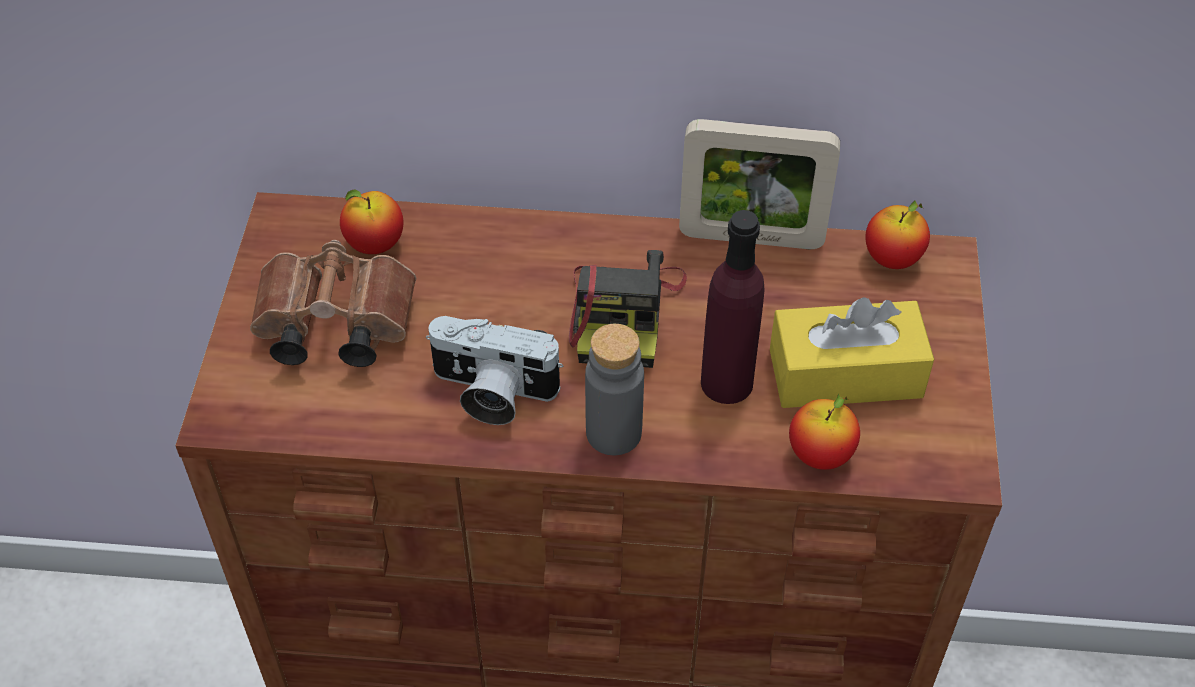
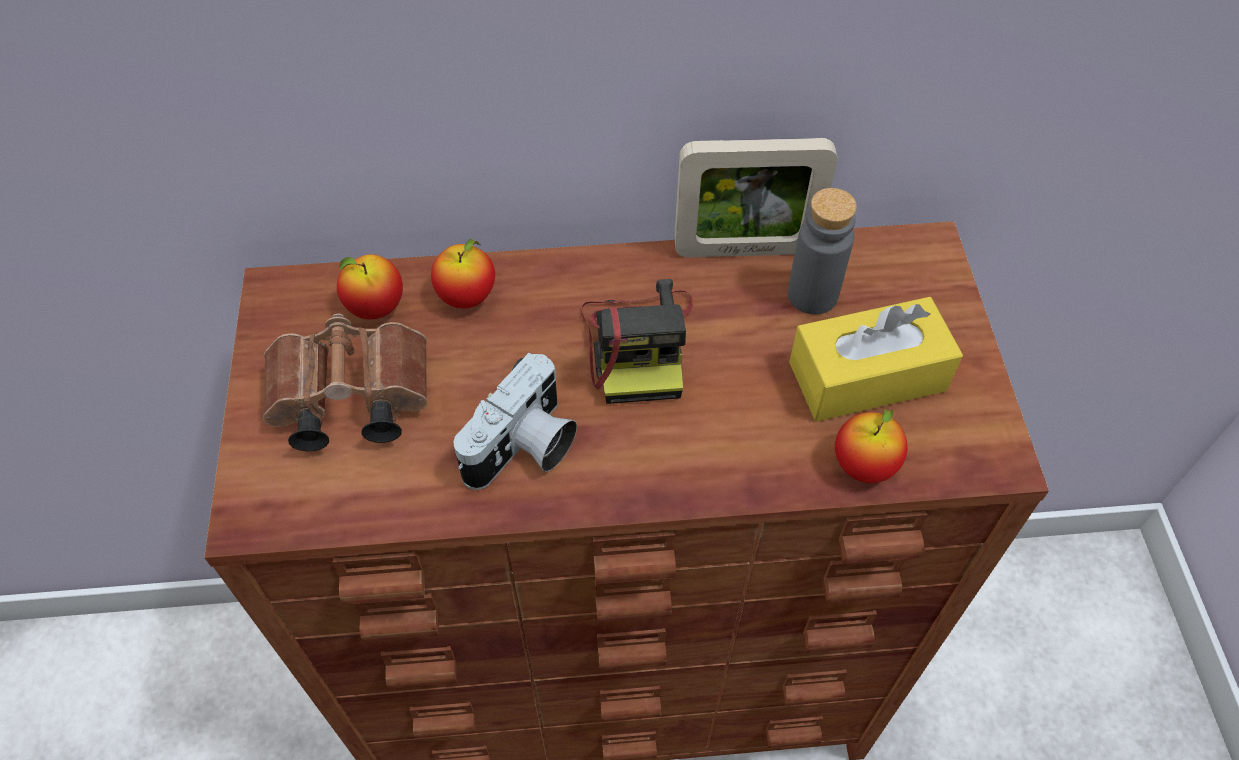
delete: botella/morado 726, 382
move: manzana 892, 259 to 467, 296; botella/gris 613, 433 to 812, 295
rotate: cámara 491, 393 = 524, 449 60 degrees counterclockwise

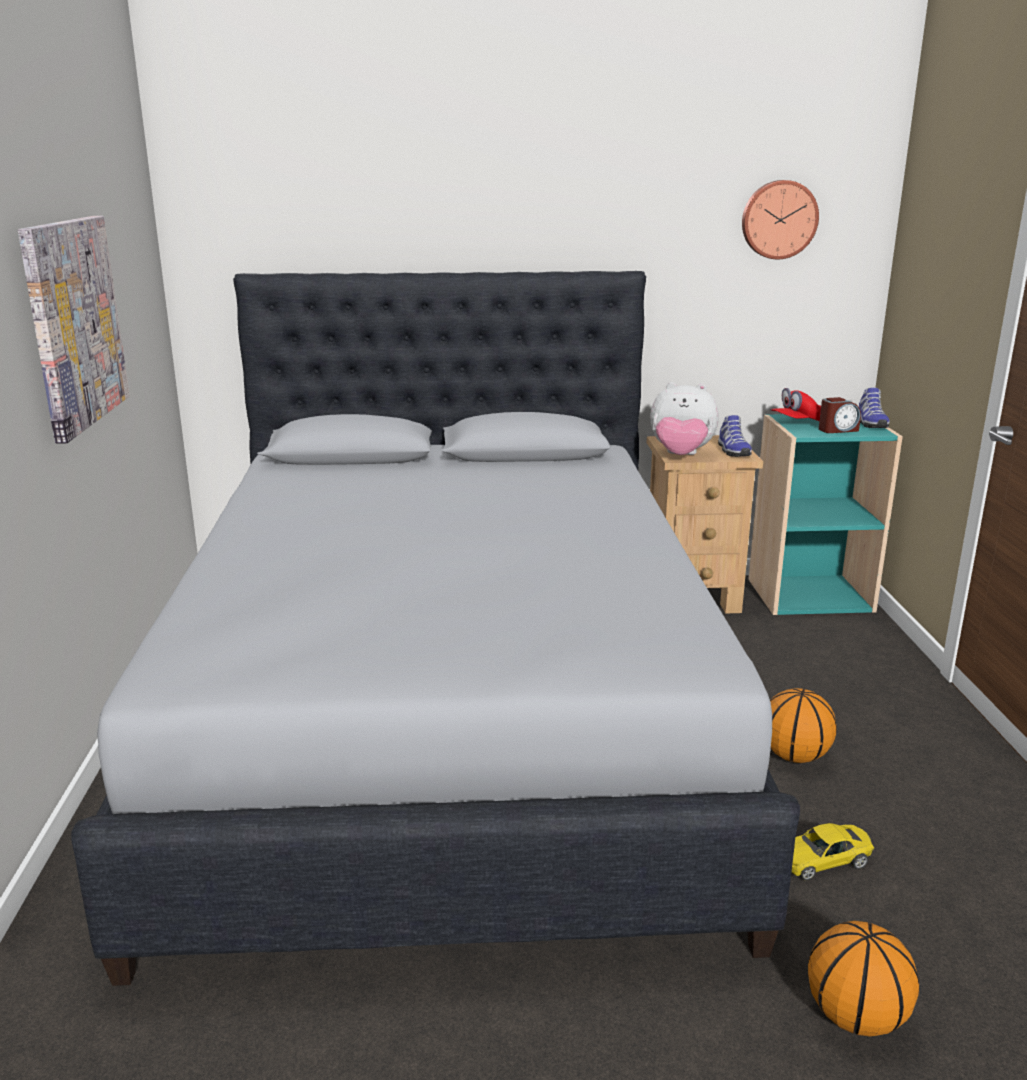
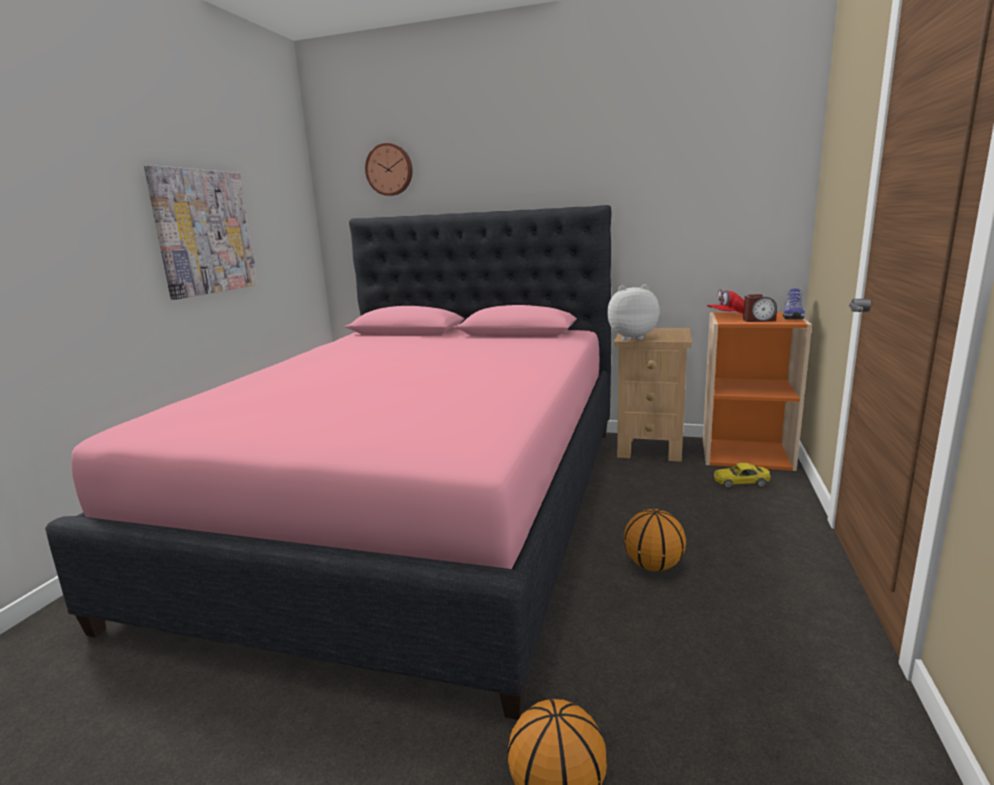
delete: zapato 732, 451
move: reloj de pared 778, 219 to 390, 169; coche de juguete/amarillo 822, 860 to 741, 482
recolor: cama/gris 449, 718 to cama/rosa 420, 506; estantería/turquesa 811, 594 to estantería/naranja 747, 454
rotate: peluche 681, 455 = 631, 338 150 degrees clockwise

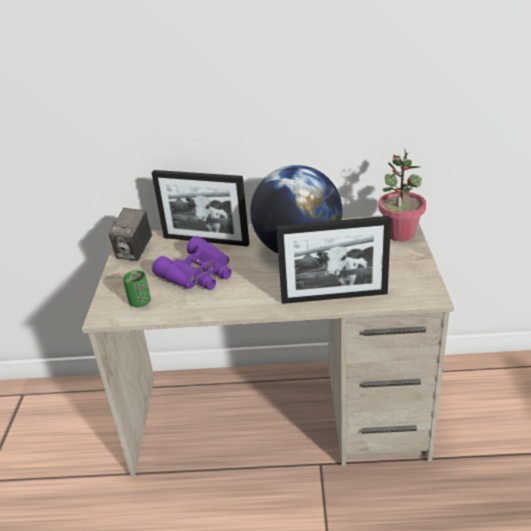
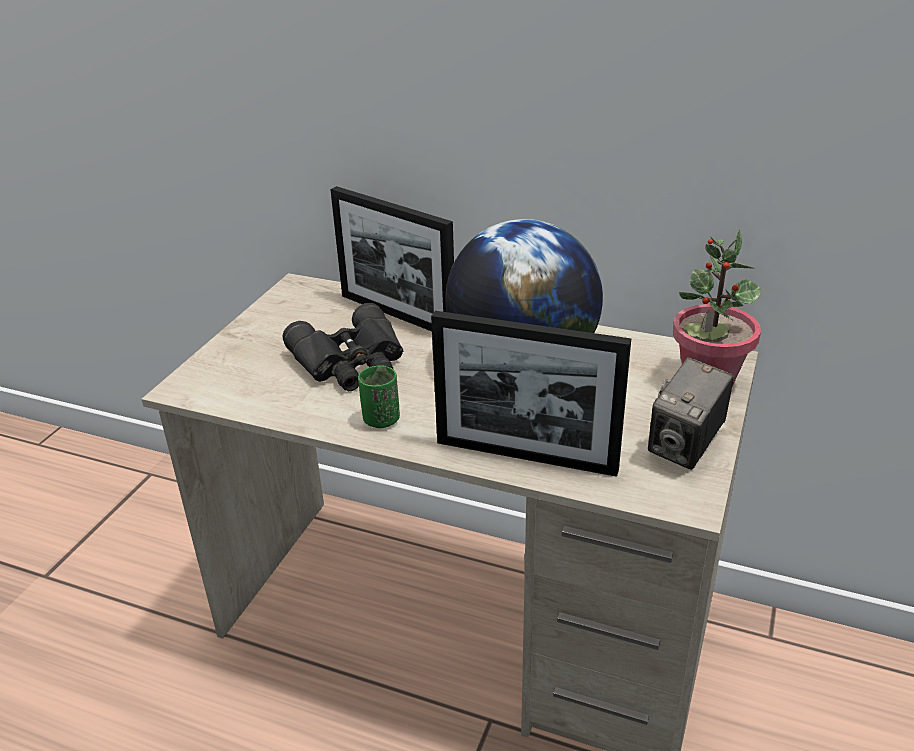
move: cámara 135, 252 to 685, 447; taza/verde 140, 302 to 381, 420
recolor: prismáticos/morado 199, 274 to prismáticos/negro 351, 362

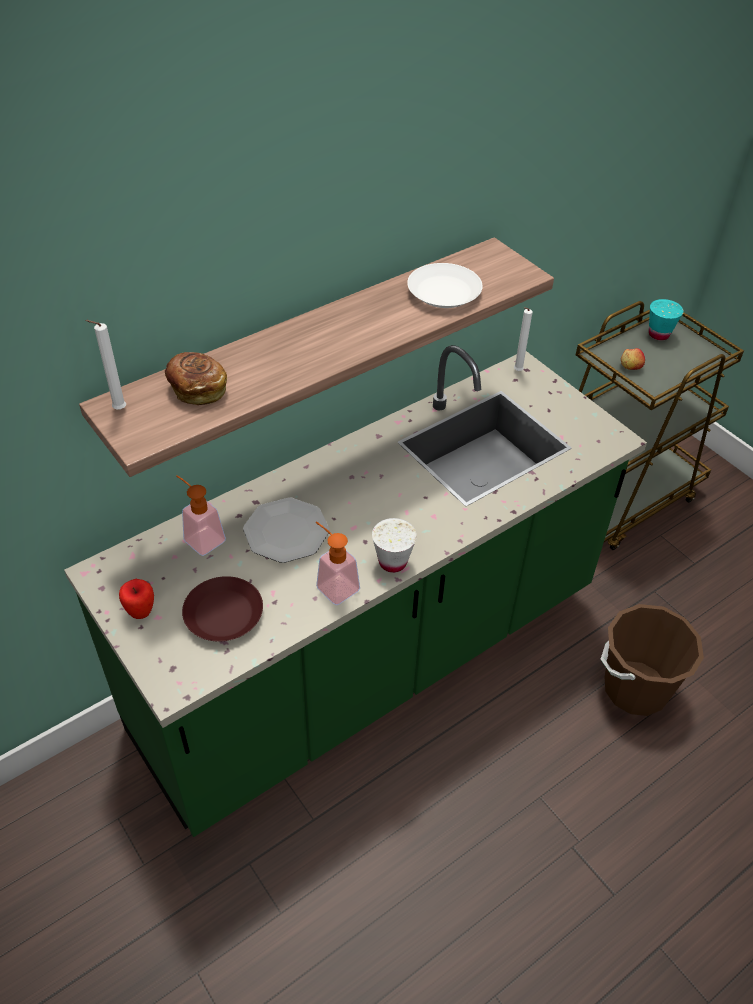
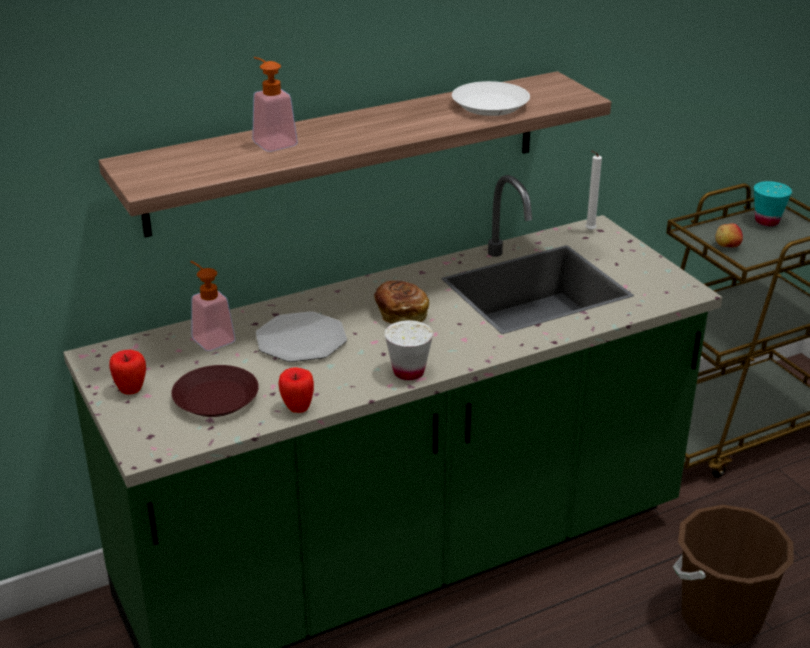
delete: vela/blanco 117, 410
insert: manzana 297, 408
move: pan 197, 389 to 401, 314; dispensador de jabón 333, 584 to 271, 141

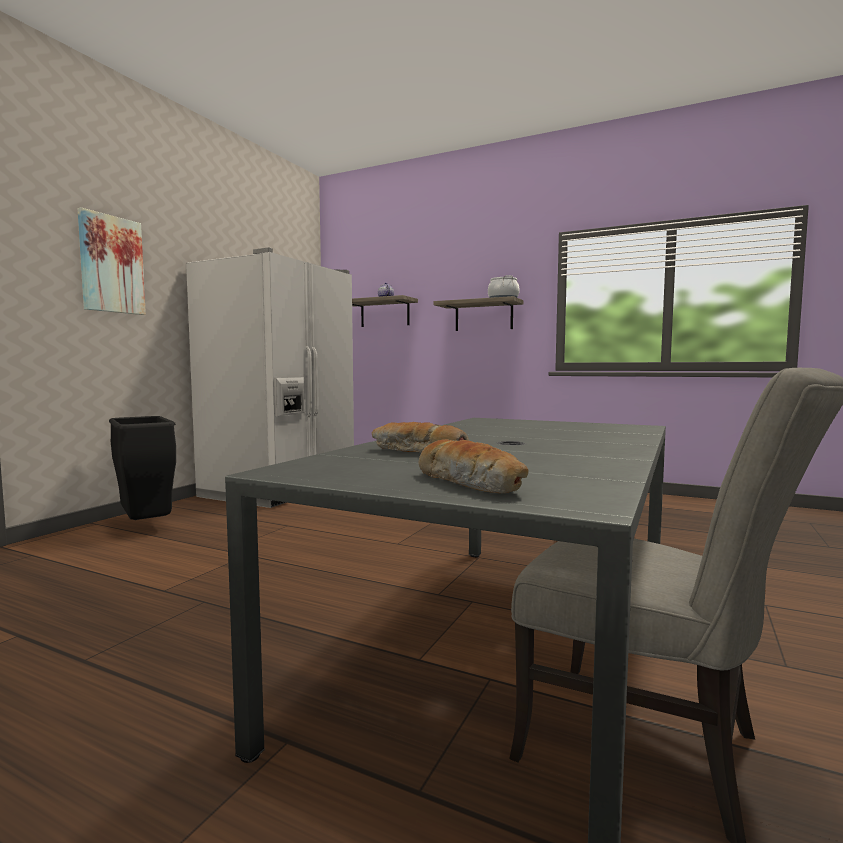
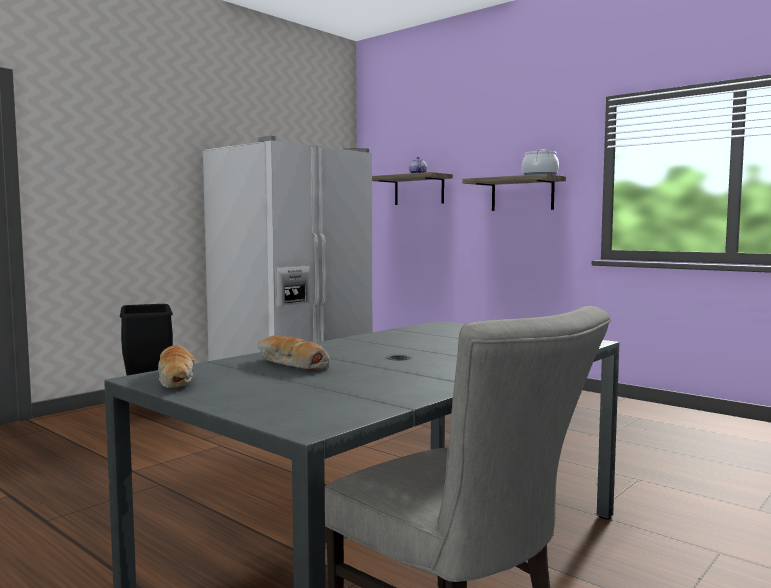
delete: cuadro 111, 264
move: pan 470, 483 to 177, 379

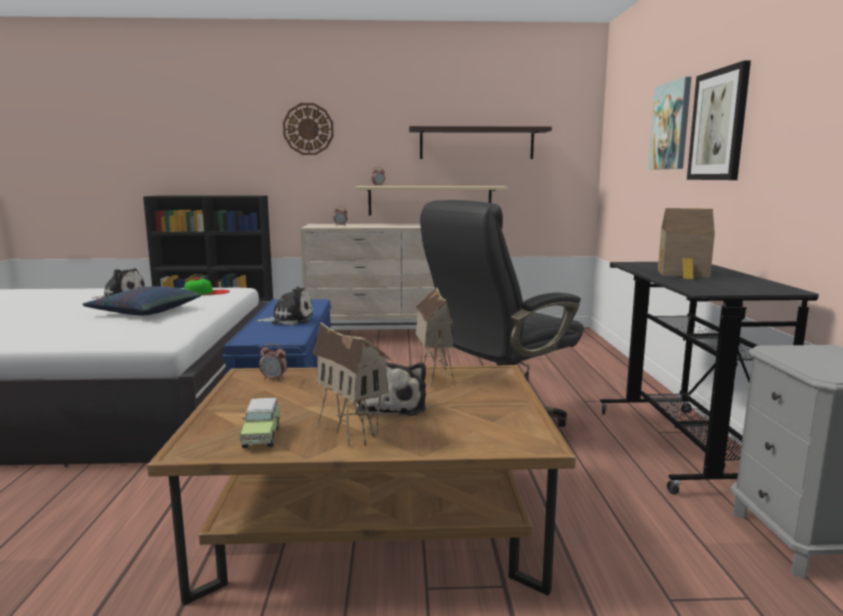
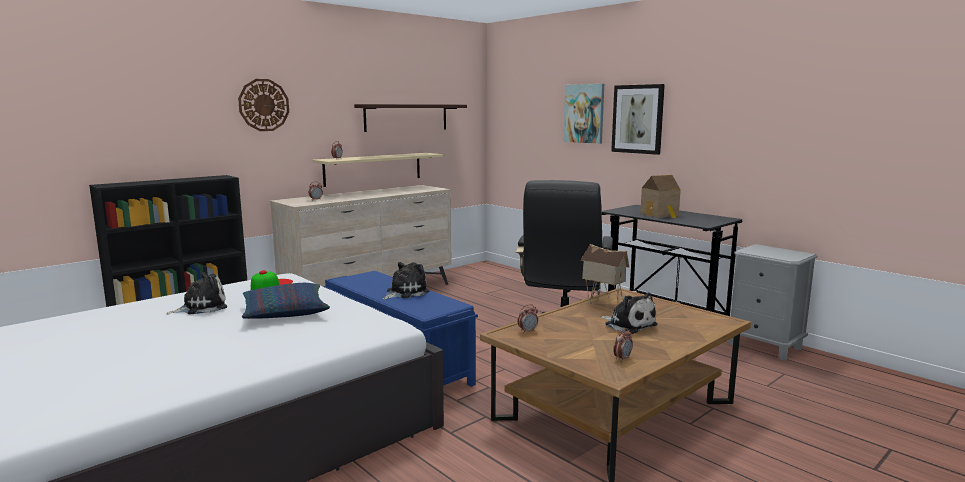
delete: casita 352, 433
replace: coche de juguete 262, 436 to despertador 622, 358

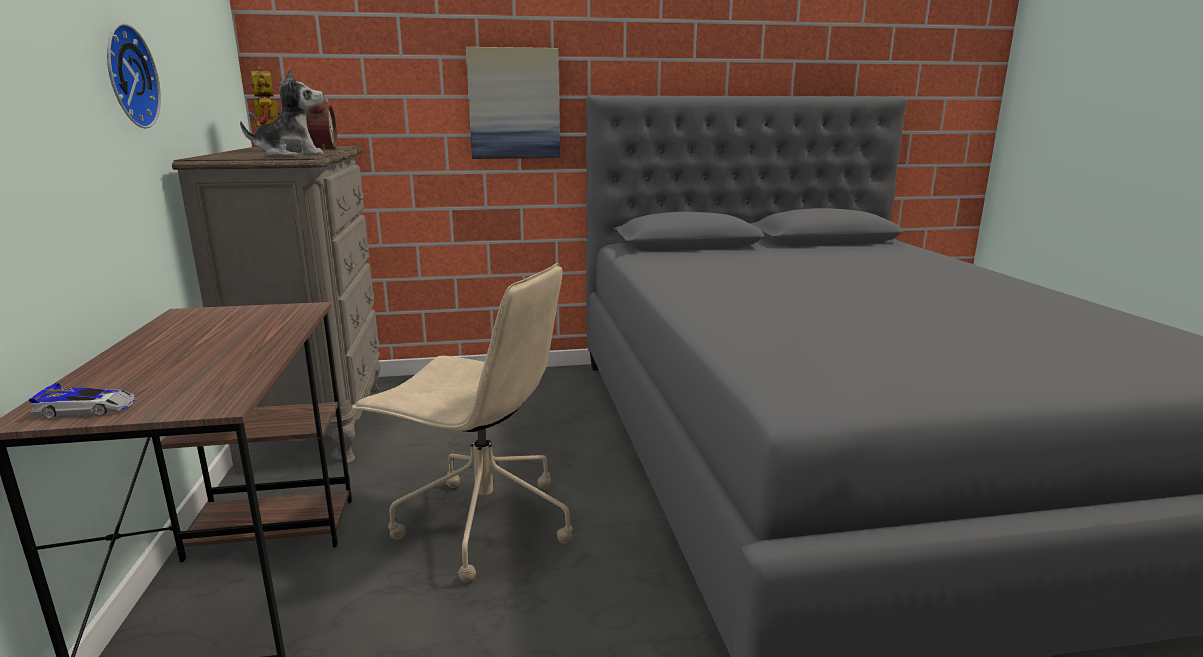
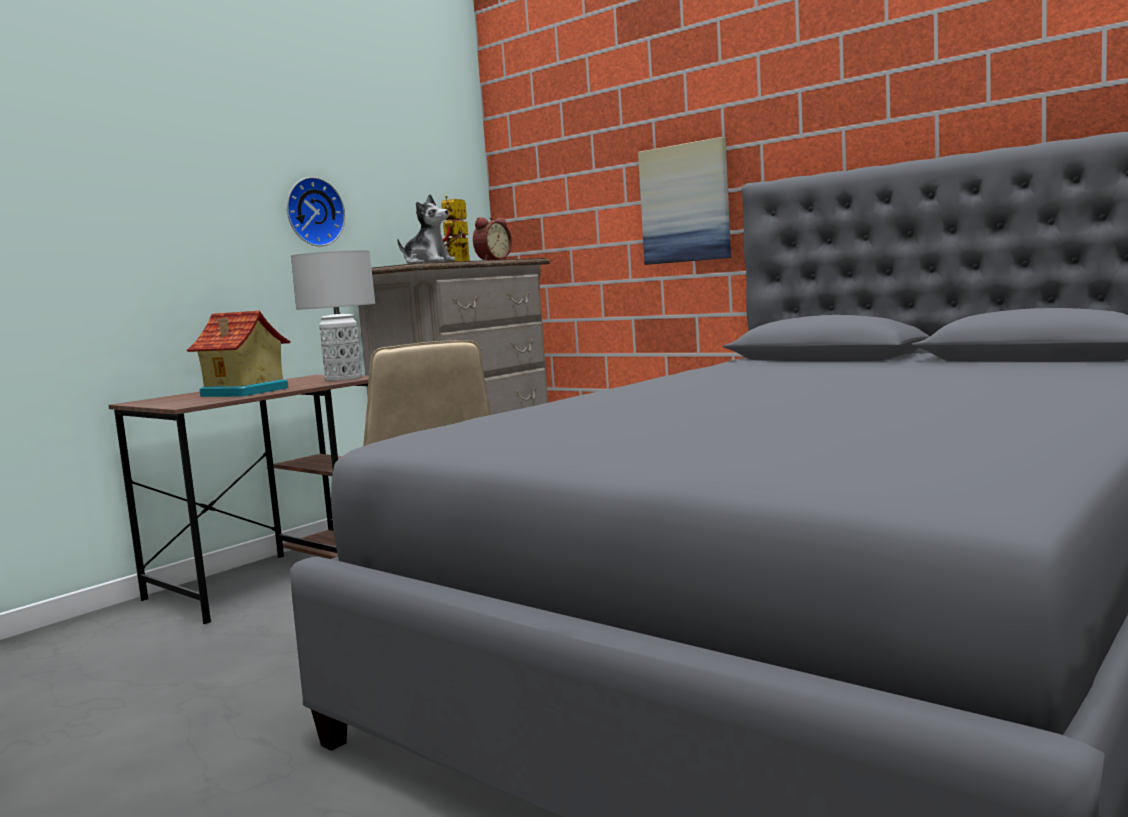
delete: coche de juguete 88, 409
insert: lámpara de mesa/blanco 343, 378; casita 243, 392

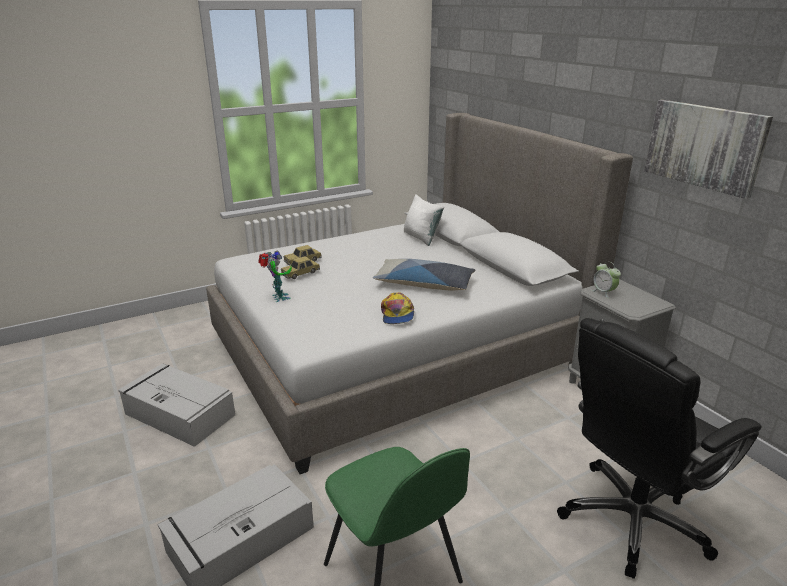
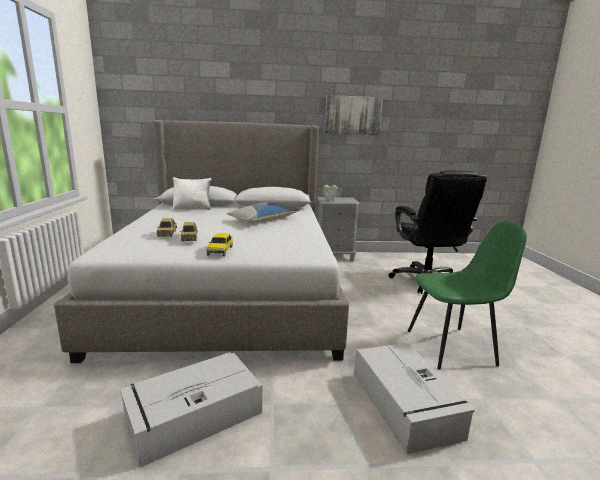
delete: gorra 397, 314
replace: robot de juguete 278, 298 to coche de juguete 220, 251

